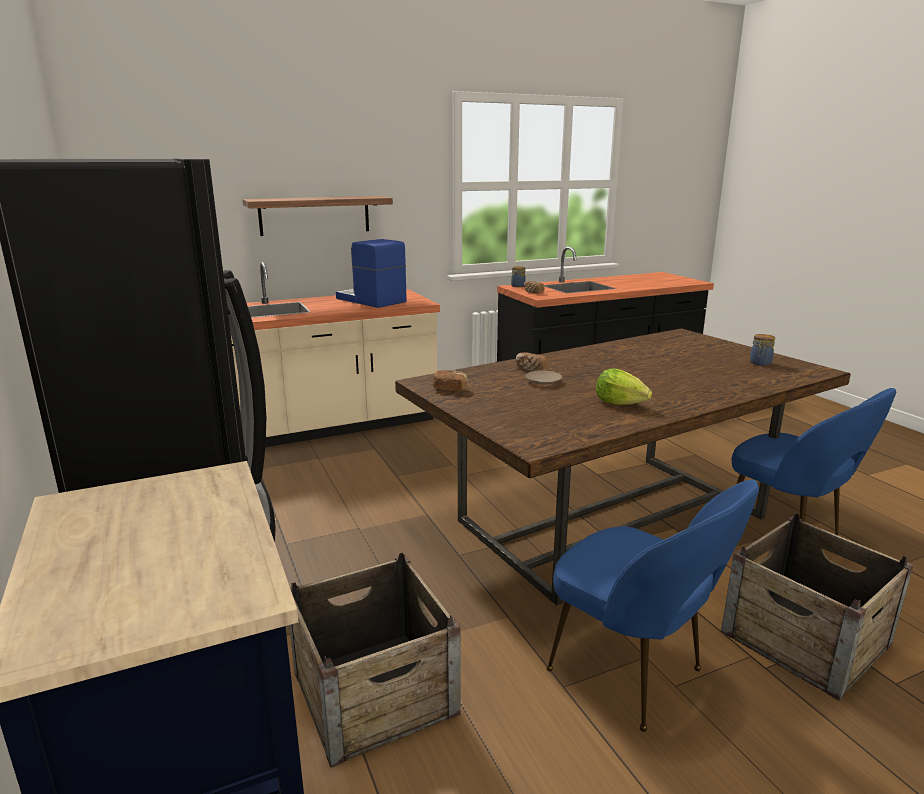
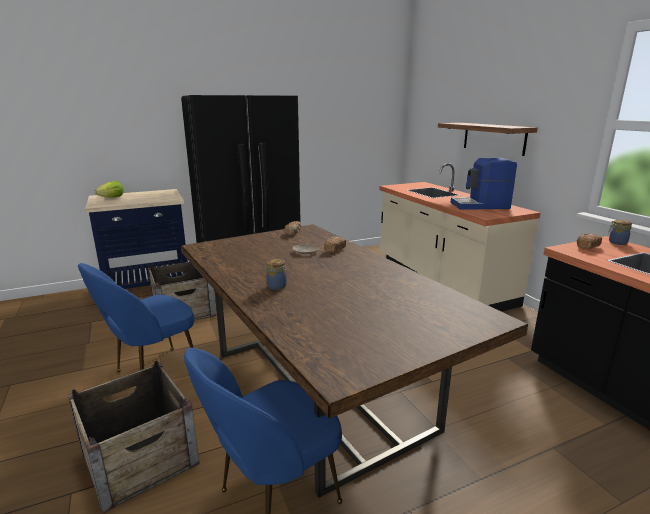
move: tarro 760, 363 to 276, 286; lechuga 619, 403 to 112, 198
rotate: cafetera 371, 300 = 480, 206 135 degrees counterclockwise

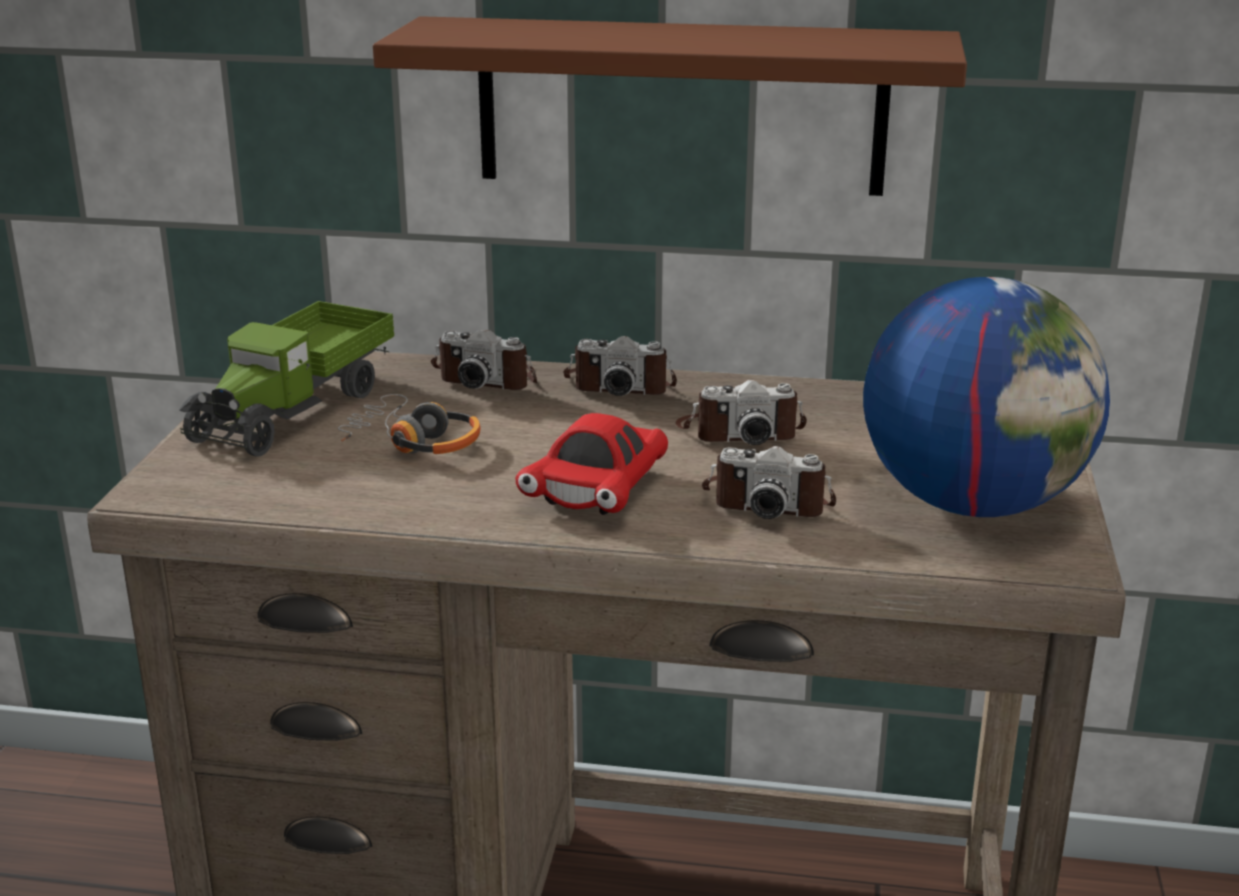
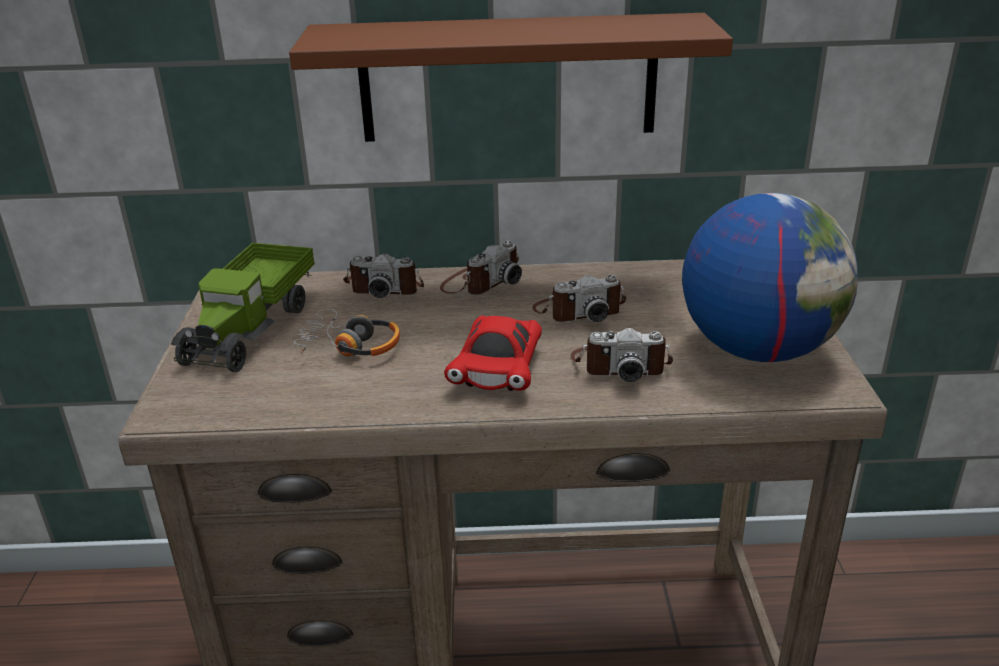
rotate: cámara 620, 385 = 481, 282 45 degrees counterclockwise

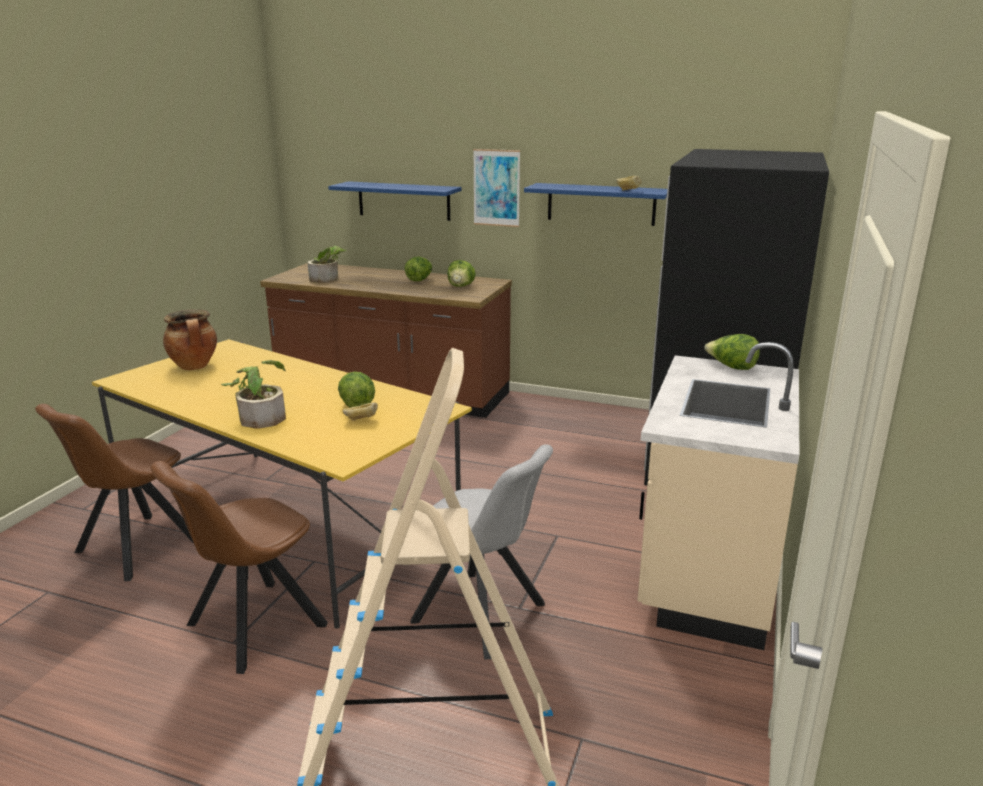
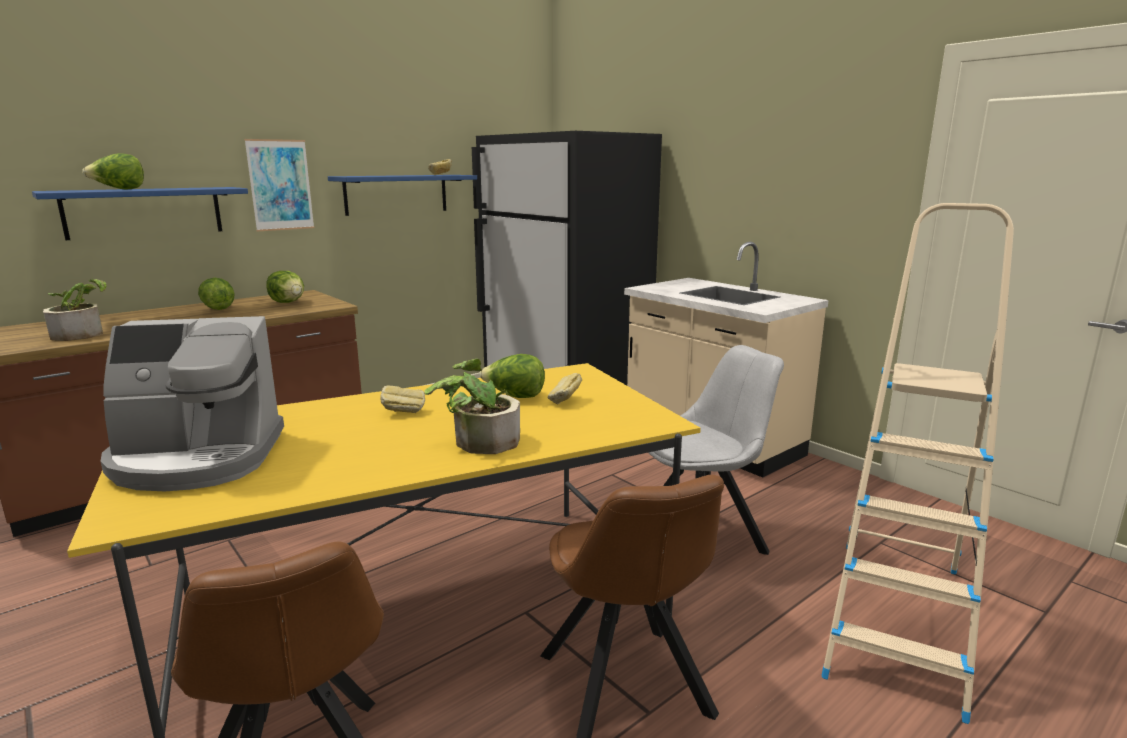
insert: pan 403, 412
move: lechuga 731, 368 to 119, 189
replace: olla 195, 367 to cafetera 197, 459

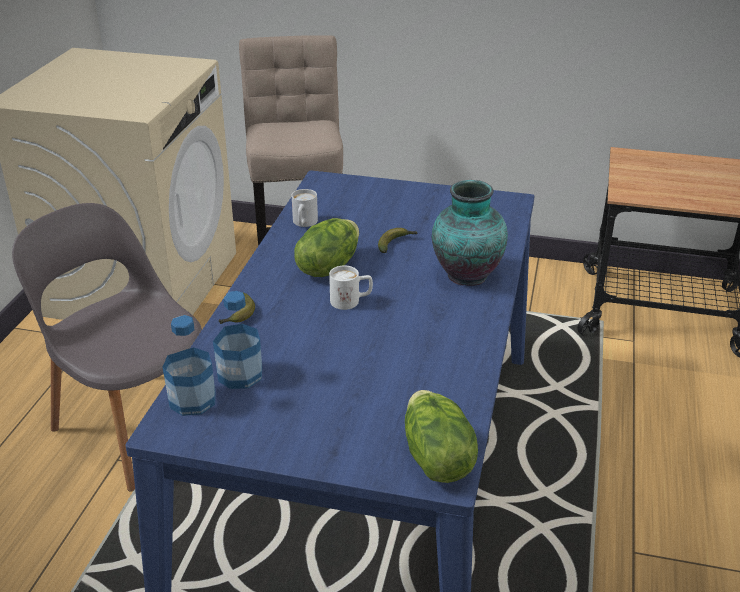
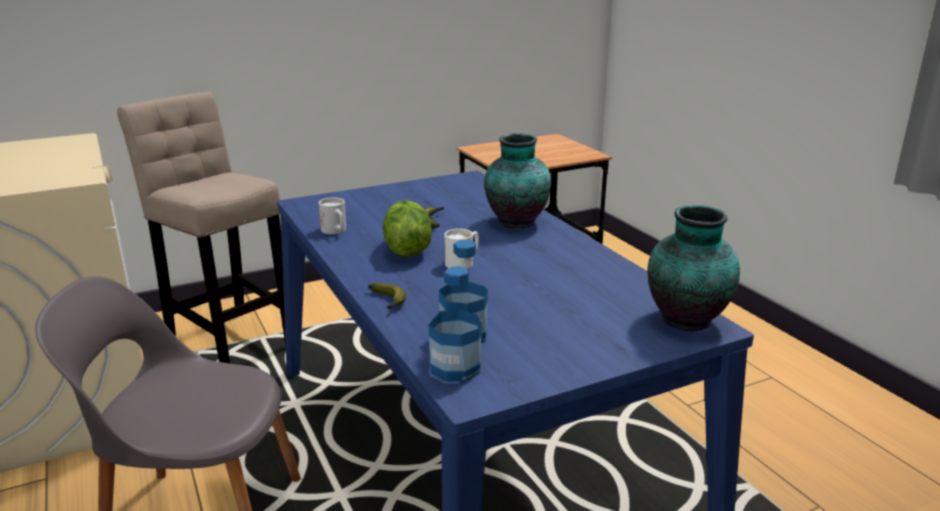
replace: lechuga 435, 459 to florero 687, 321

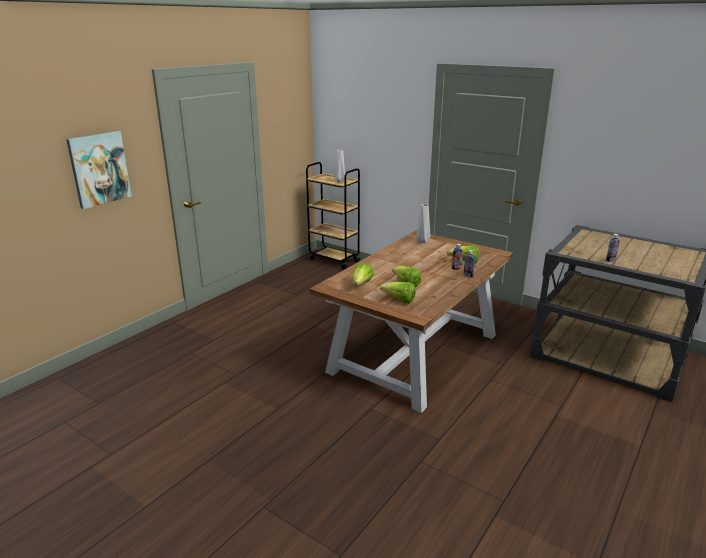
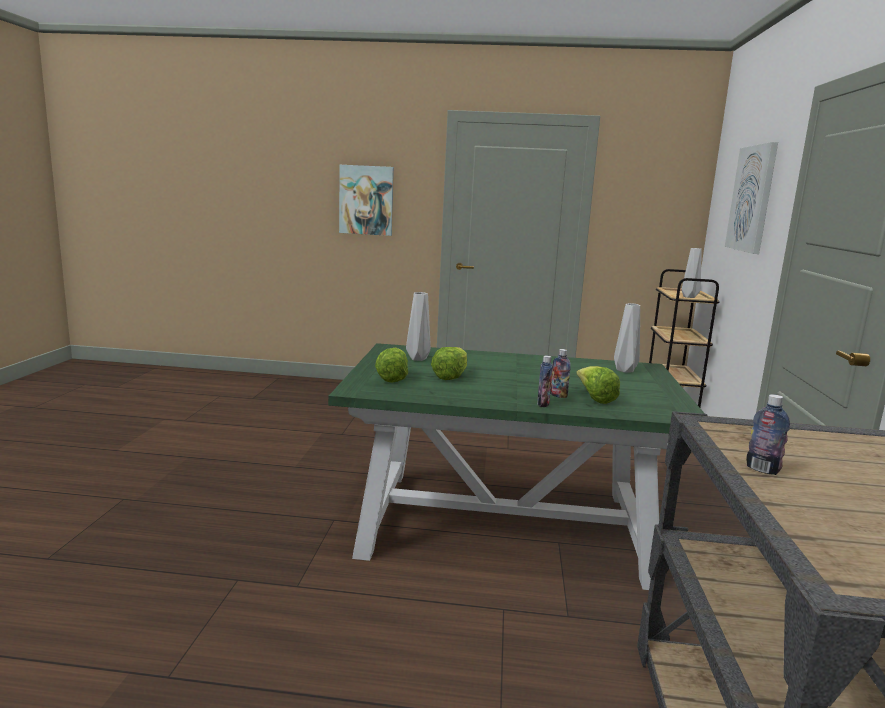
insert: cuadro 752, 199
replace: lechuga 361, 285 to florero/gris 417, 359
recolor: mesa de comedor/marrón 414, 353 to mesa de comedor/verde 503, 524

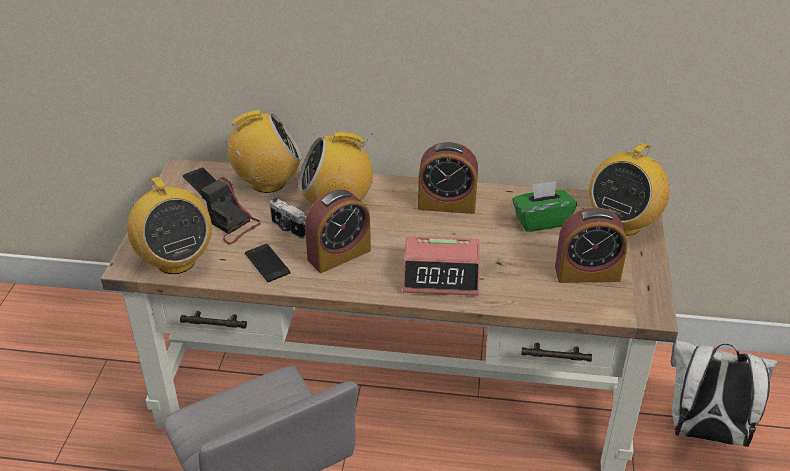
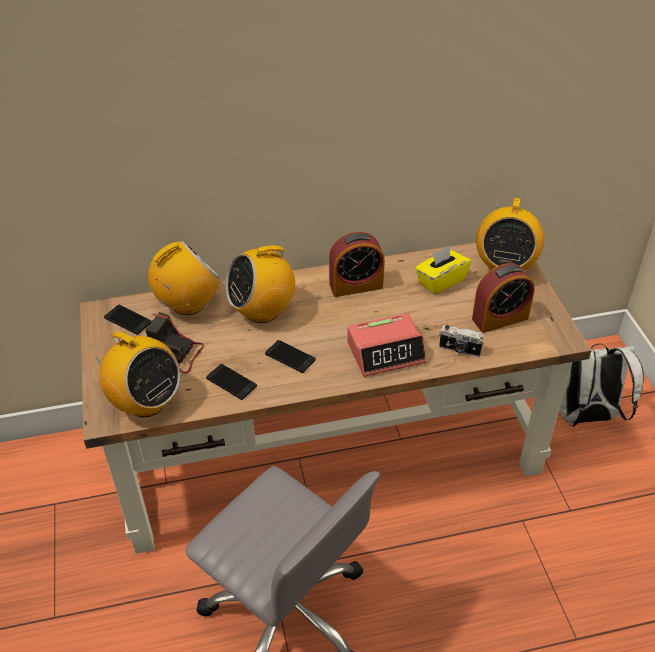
move: cámara 288, 229 to 459, 350
replace: despertador 339, 255 to móvil 290, 357
recolor: caja de pañuelos/verde 541, 221 to caja de pañuelos/amarillo 440, 281

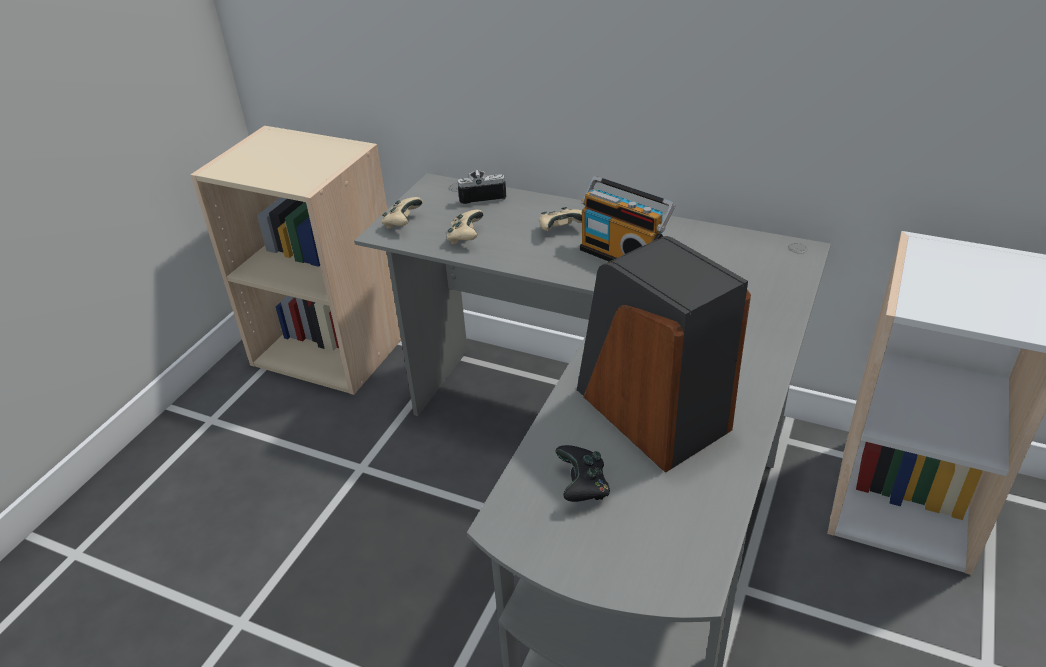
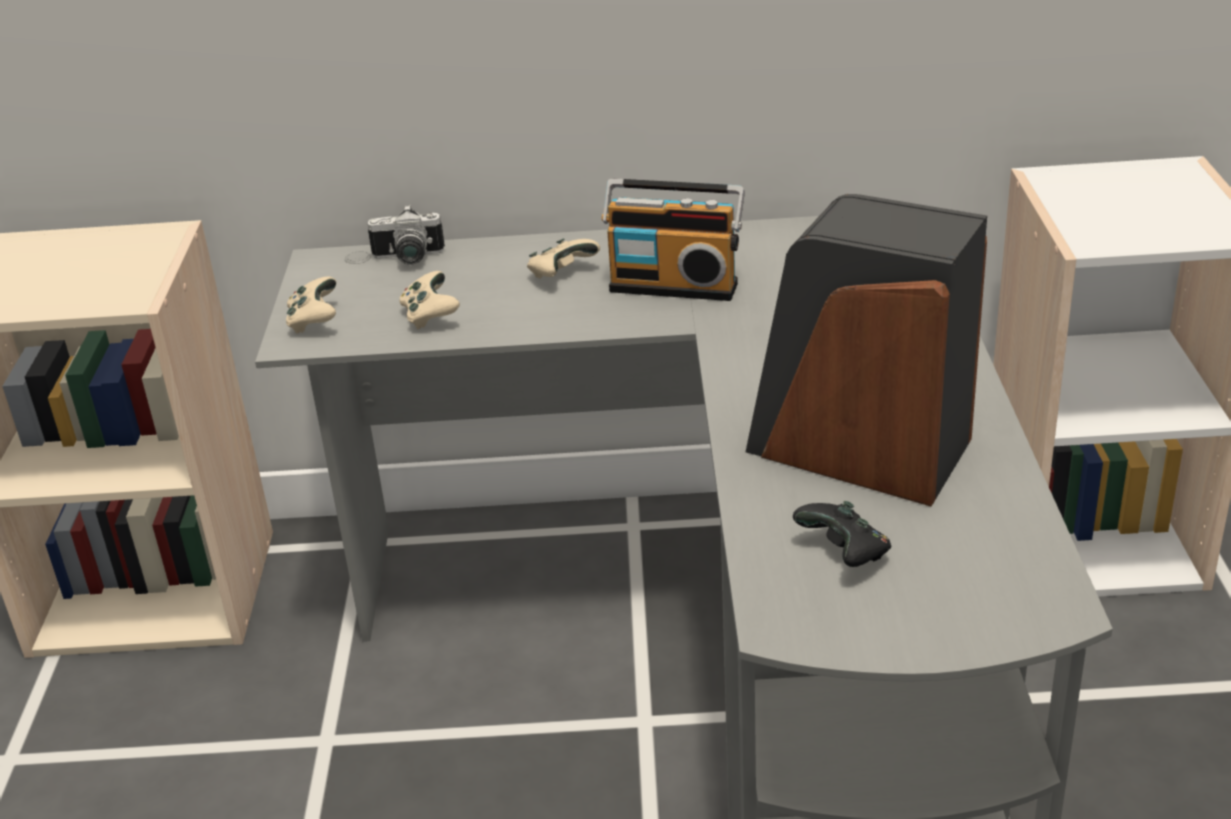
rotate: cámara 481, 195 = 408, 258 150 degrees counterclockwise

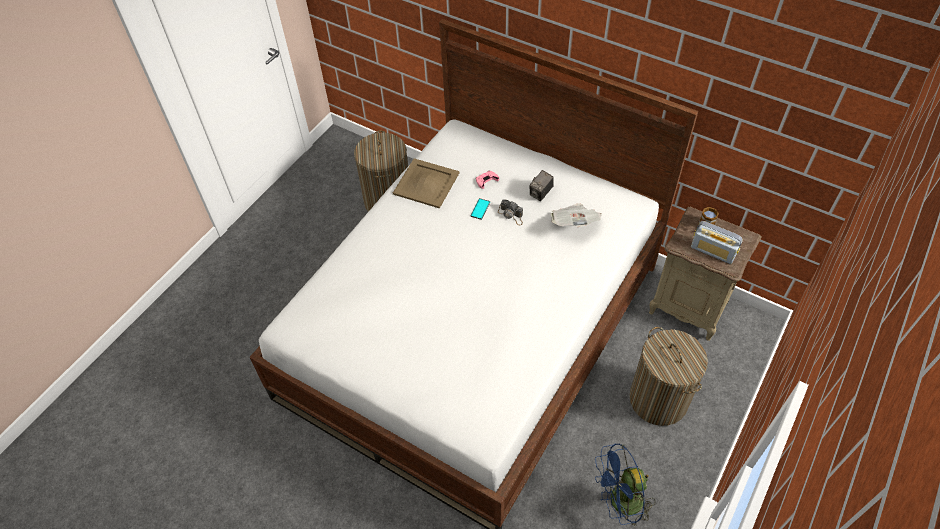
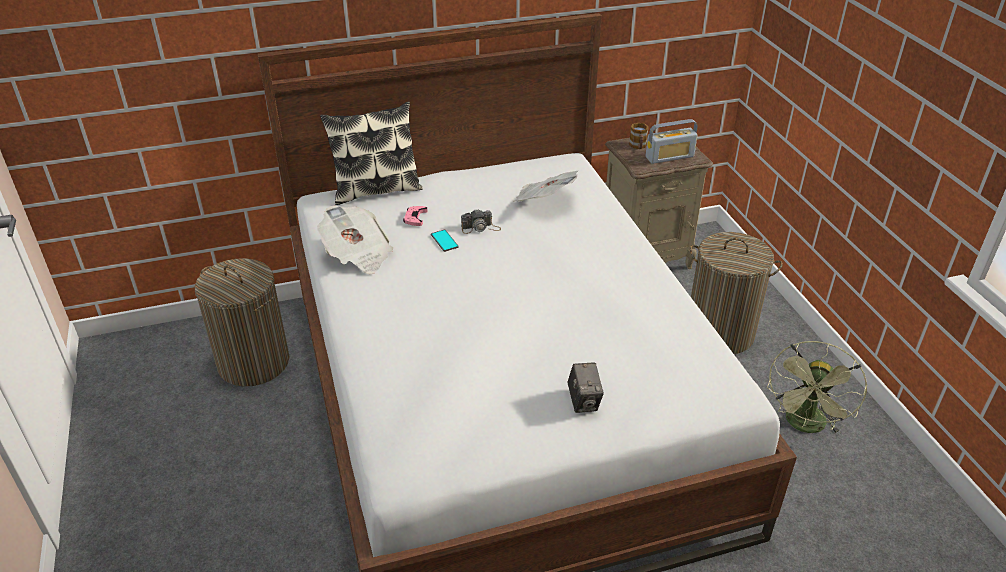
insert: cojín 376, 190
move: cámara 541, 193 to 584, 401
replace: bandeja/beis 426, 184 to periódico 357, 255
recolor: ventilador/azul 619, 503 to ventilador/verde 805, 426

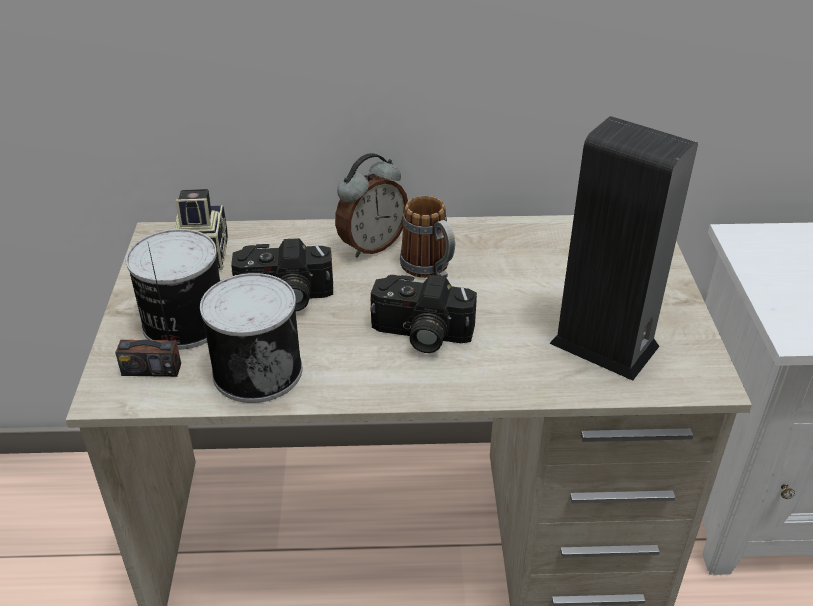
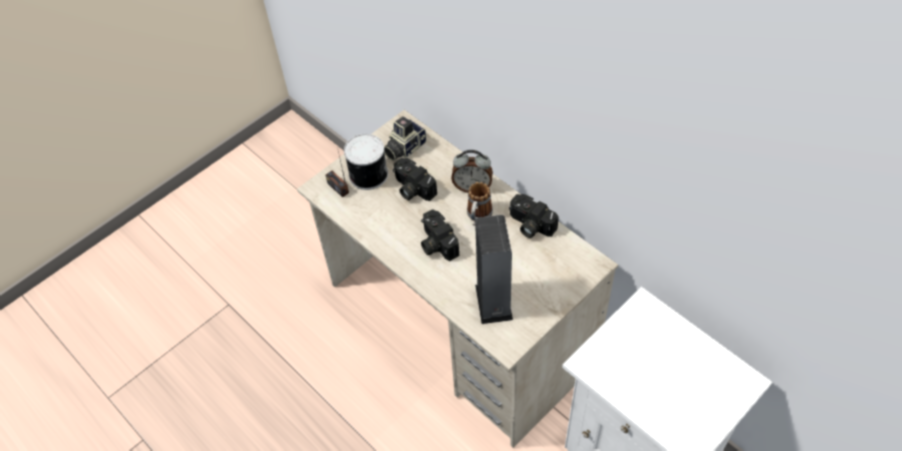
delete: lata 257, 369
insert: cámara 530, 225

